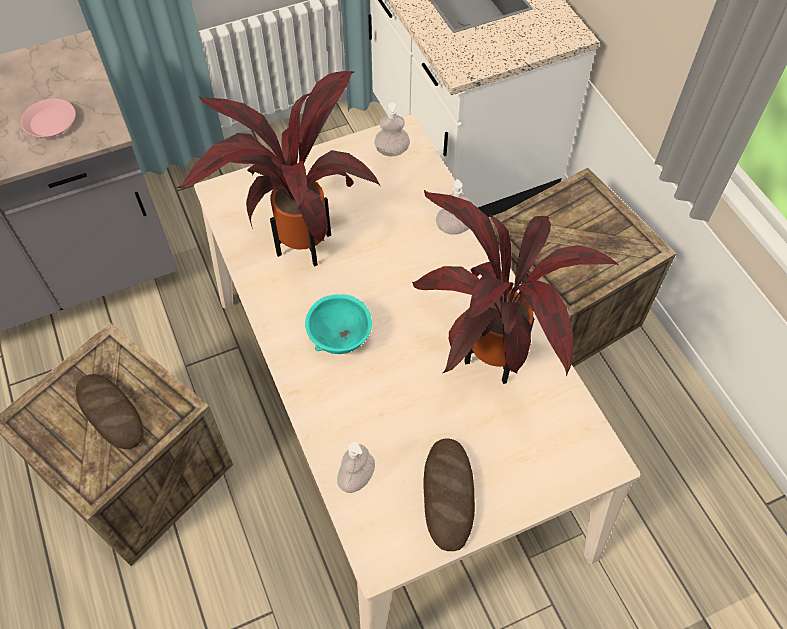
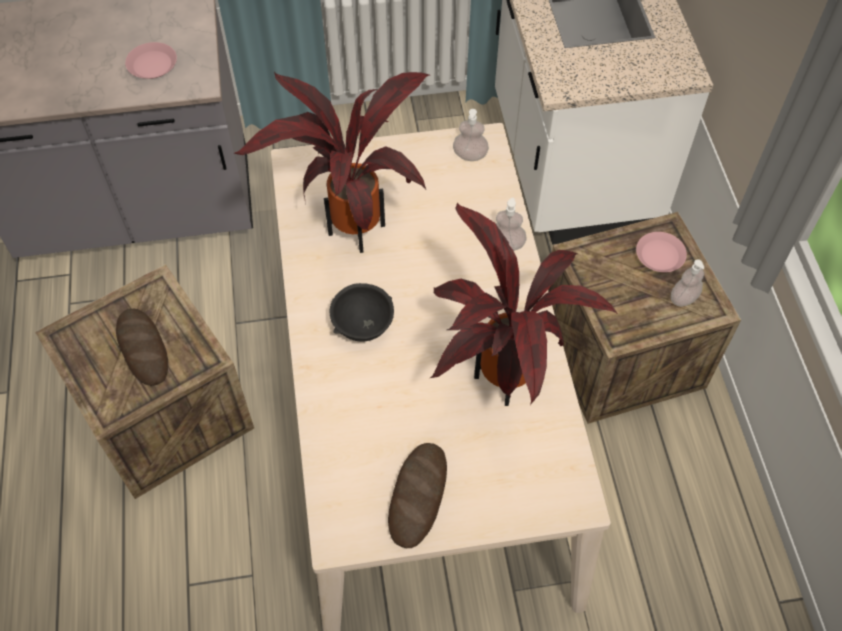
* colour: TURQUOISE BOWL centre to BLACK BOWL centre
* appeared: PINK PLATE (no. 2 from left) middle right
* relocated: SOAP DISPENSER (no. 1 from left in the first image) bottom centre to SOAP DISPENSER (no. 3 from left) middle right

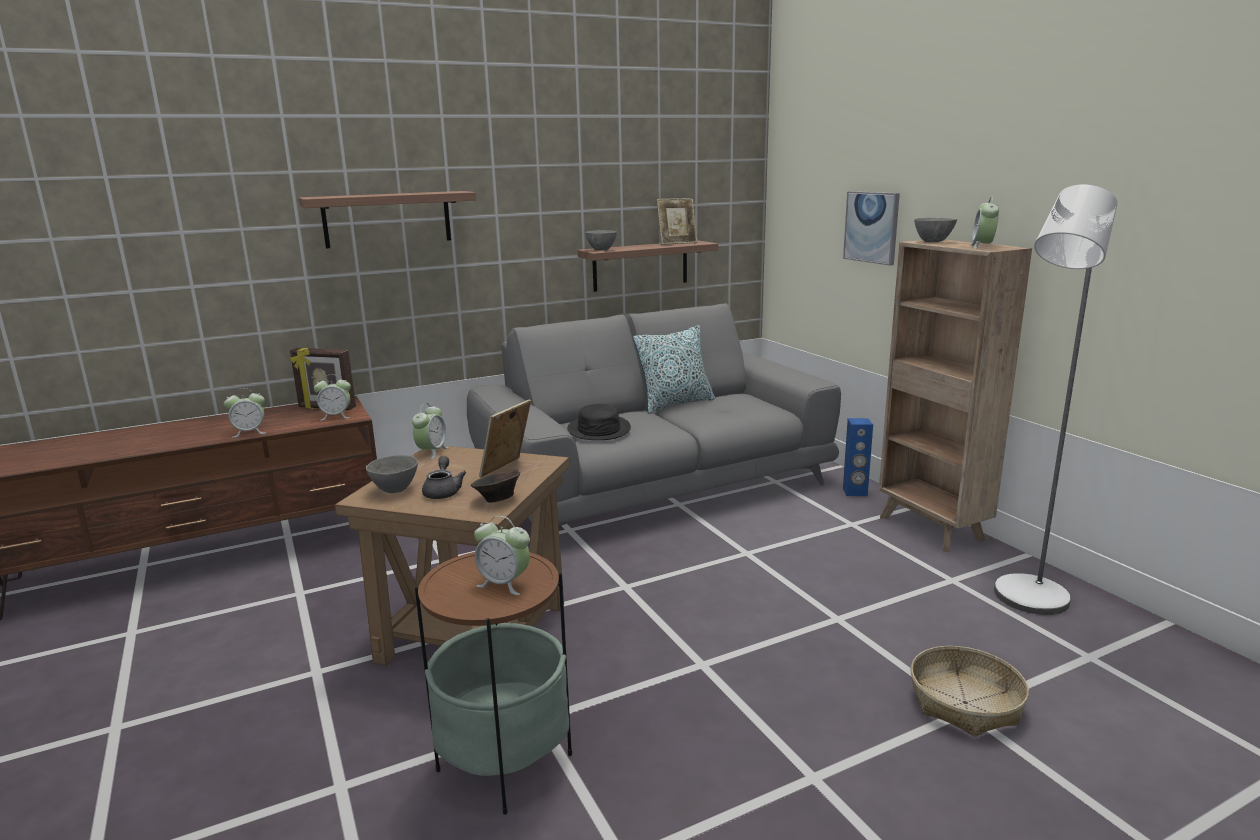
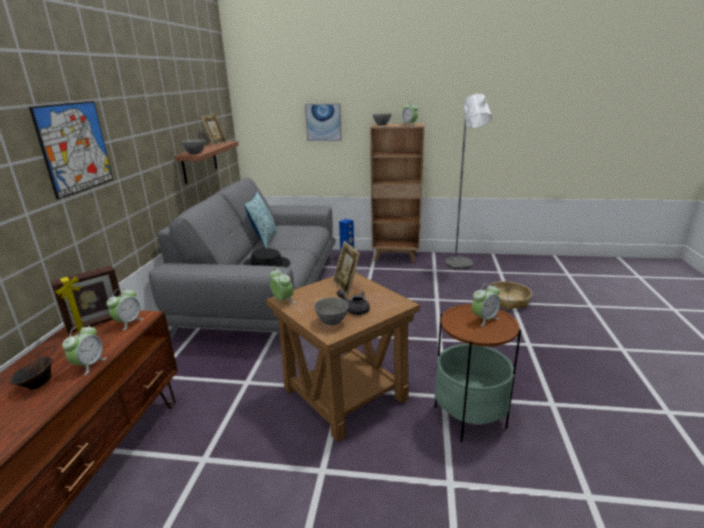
* relocated: BROWN BOWL centre to bottom left
* exchanged: SHELF (no. 1 from left) top left to PICTURE (no. 1 from left) top left

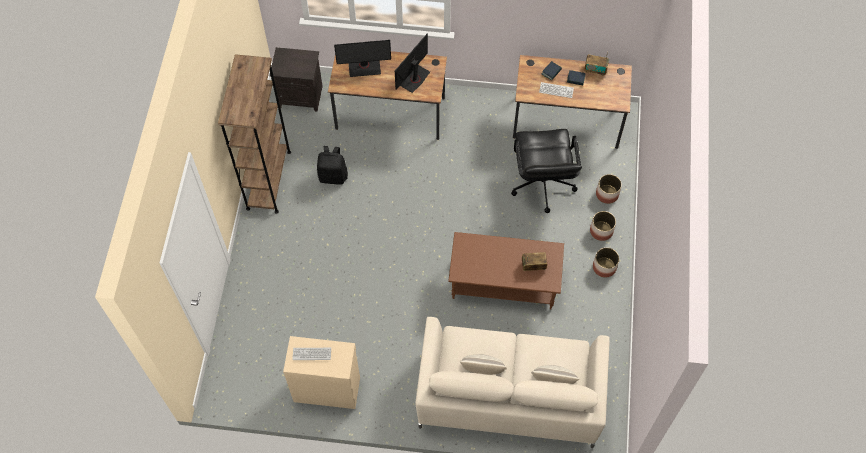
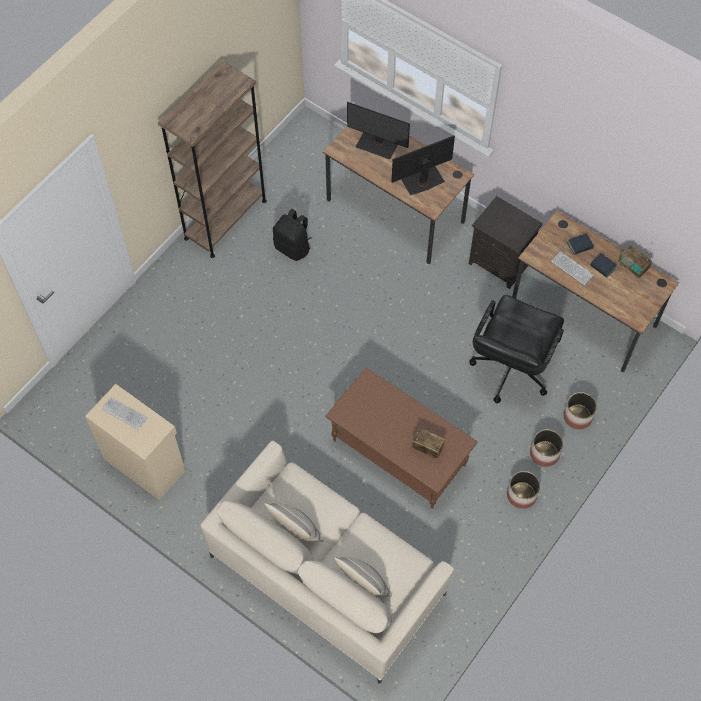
* relocated: BLACK NIGHTSTAND top centre to middle right

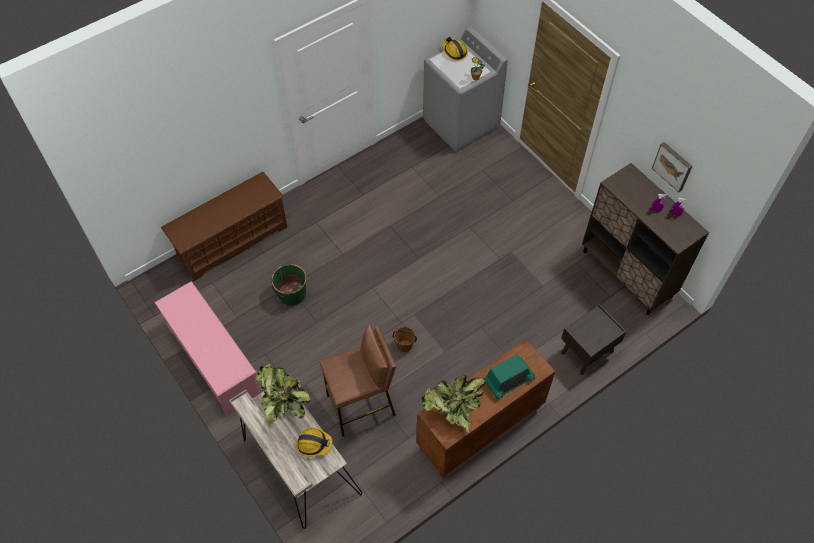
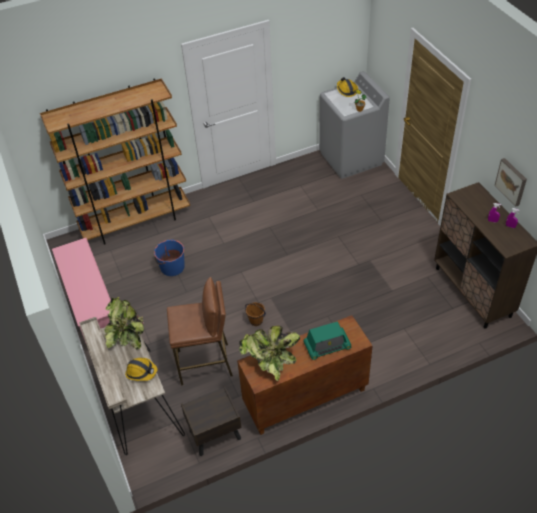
* exchanged: BROWN SHOE RACK middle left to BROWN BOOKCASE top left
* colour: GREEN BUCKET centre to BLUE BUCKET middle left
* relocated: BROWN NIGHTSTAND middle right to bottom centre

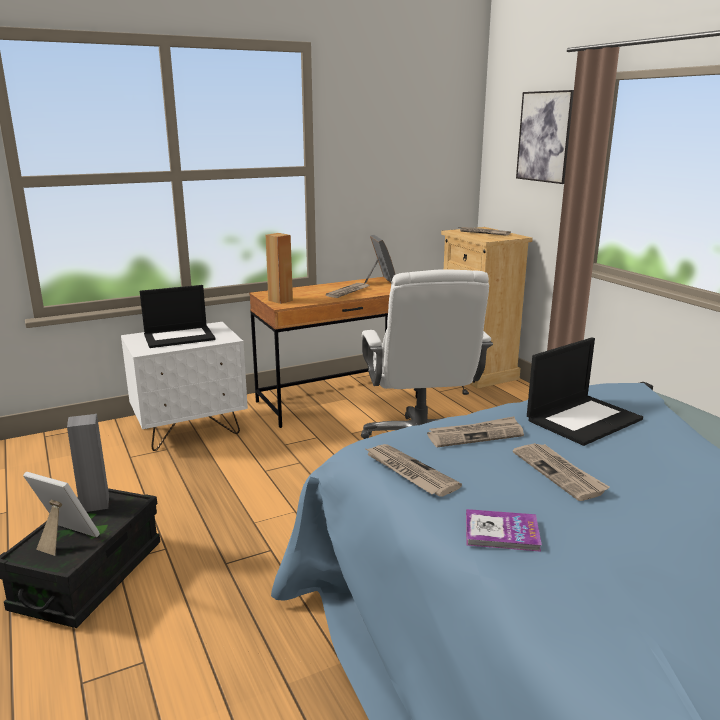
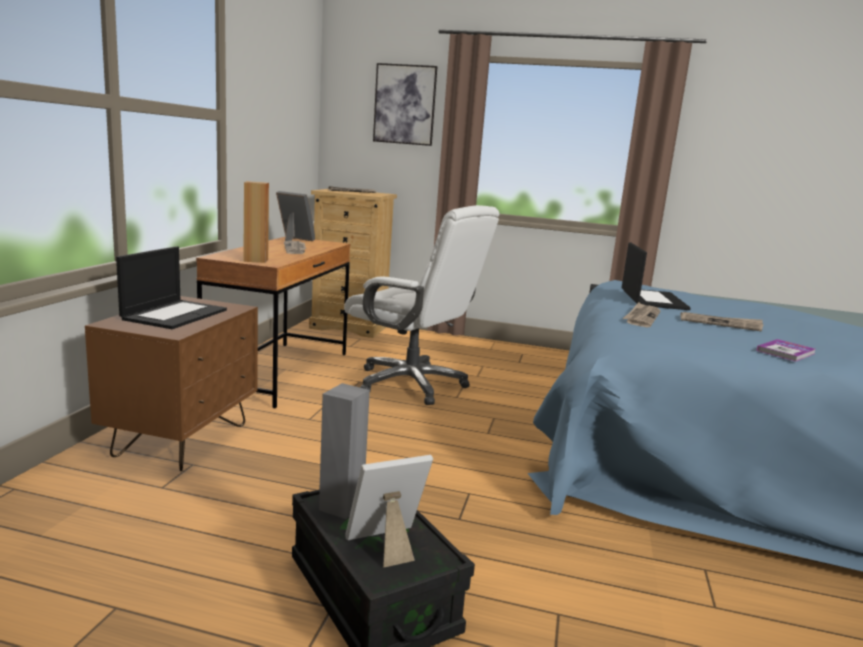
* colour: WHITE NIGHTSTAND middle left to BROWN NIGHTSTAND middle left
* missing: NEWSPAPER (no. 2 from left) centre

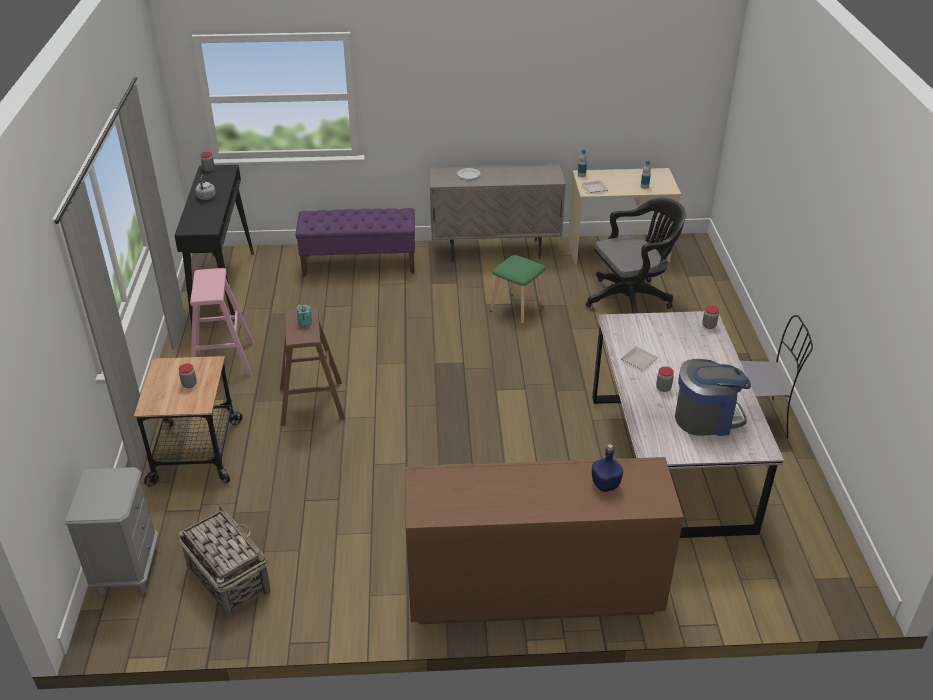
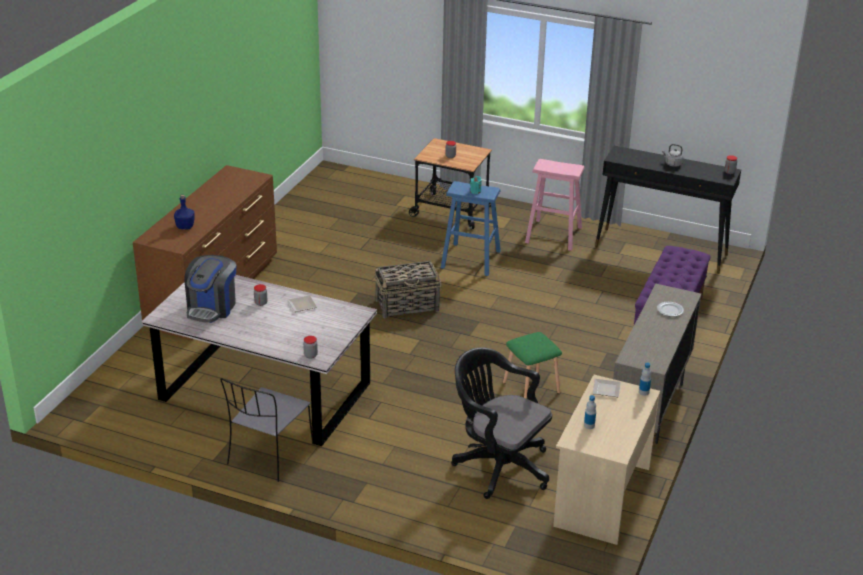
* relocated: BASKET bottom left to centre
* colour: BROWN STOOL centre to BLUE STOOL centre
* spun: BLACK OFFICE CHAIR middle right = bottom centre 120 degrees clockwise
* missing: GREY NIGHTSTAND bottom left

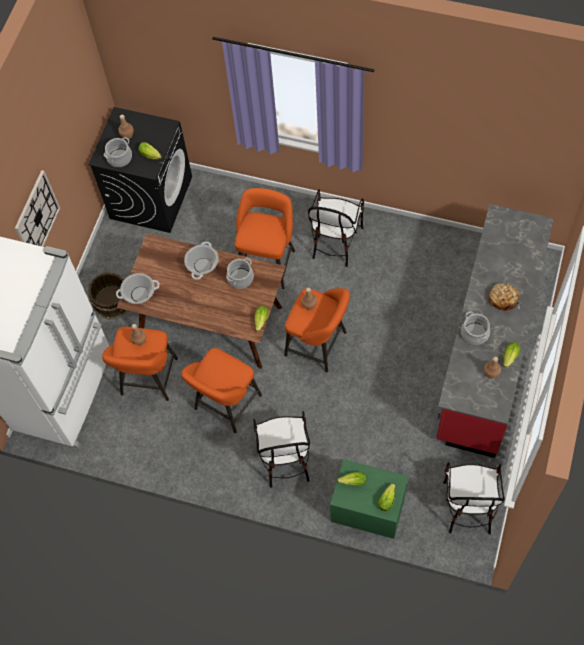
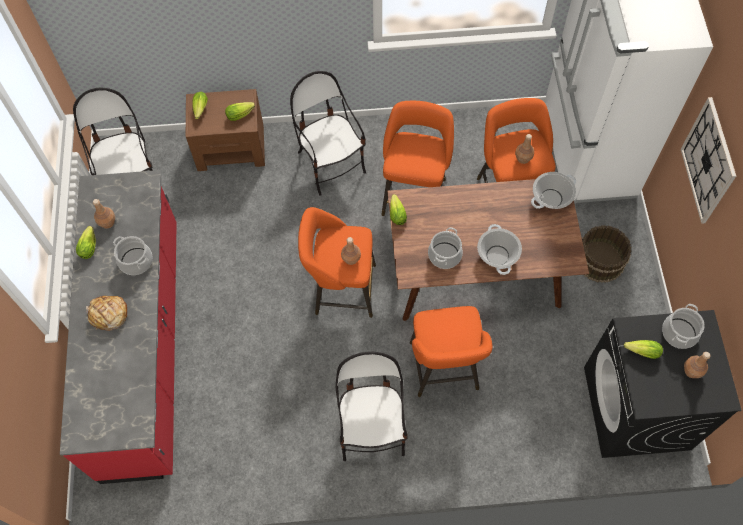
* colour: GREEN NIGHTSTAND bottom centre to BROWN NIGHTSTAND top left

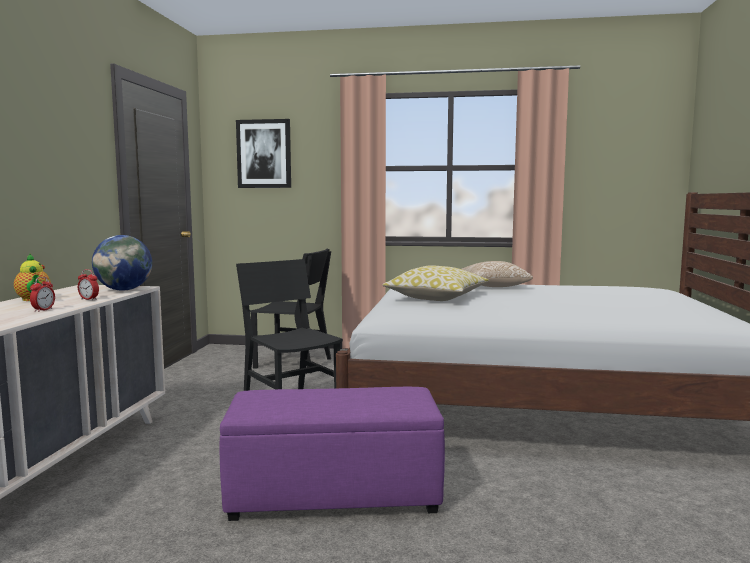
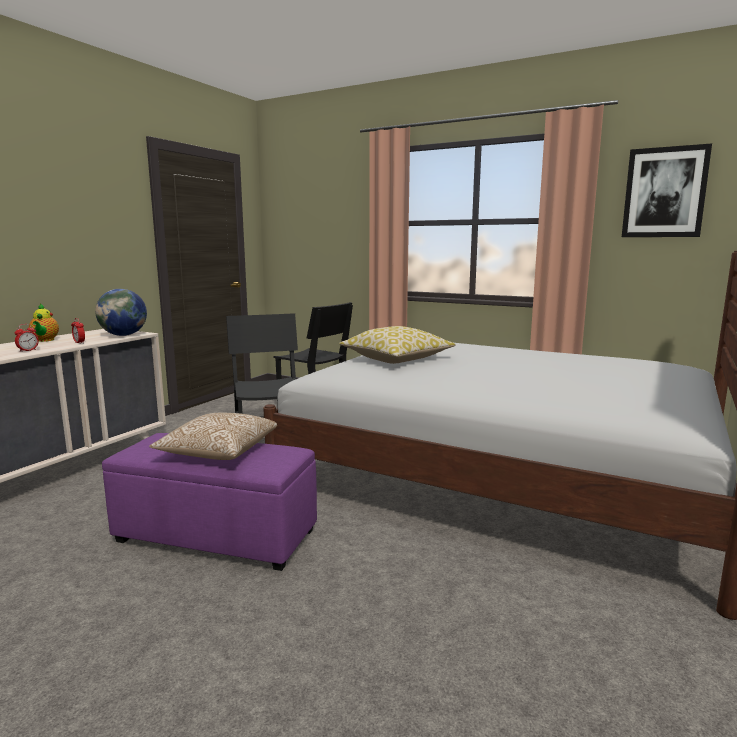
* relocated: PILLOW (no. 2 from left in the first image) centre to PILLOW (no. 1 from left) middle left
* relocated: PICTURE top centre to top right

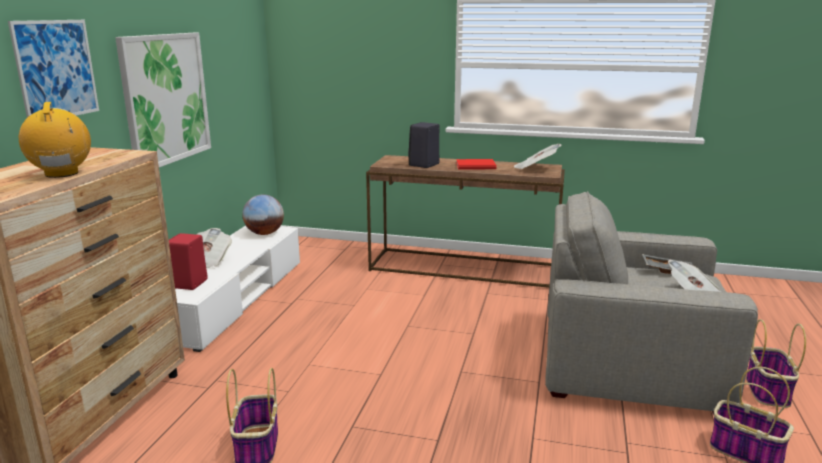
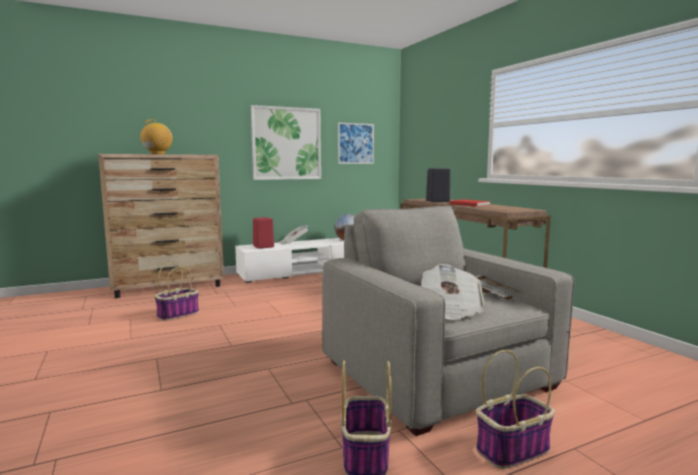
* relocated: PICTURE (no. 1 from left in the first image) top left to PICTURE (no. 2 from left) top centre
* missing: NEWSPAPER (no. 2 from left) centre

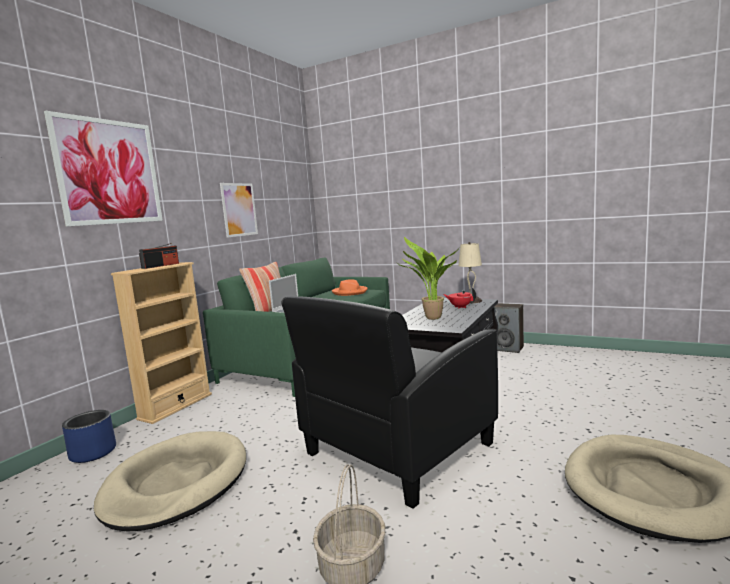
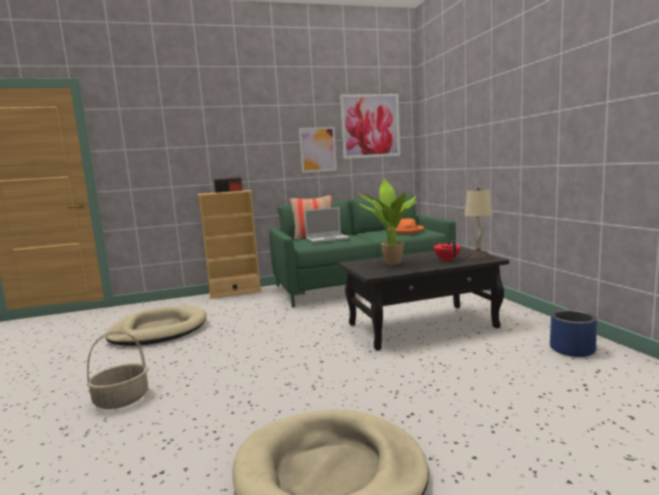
* relocated: PICTURE (no. 1 from left in the first image) top left to PICTURE (no. 2 from left) top centre
* relocated: BLUE PLANTER bottom left to bottom right
* missing: BLACK ARMCHAIR bottom centre
* missing: SPEAKER middle right

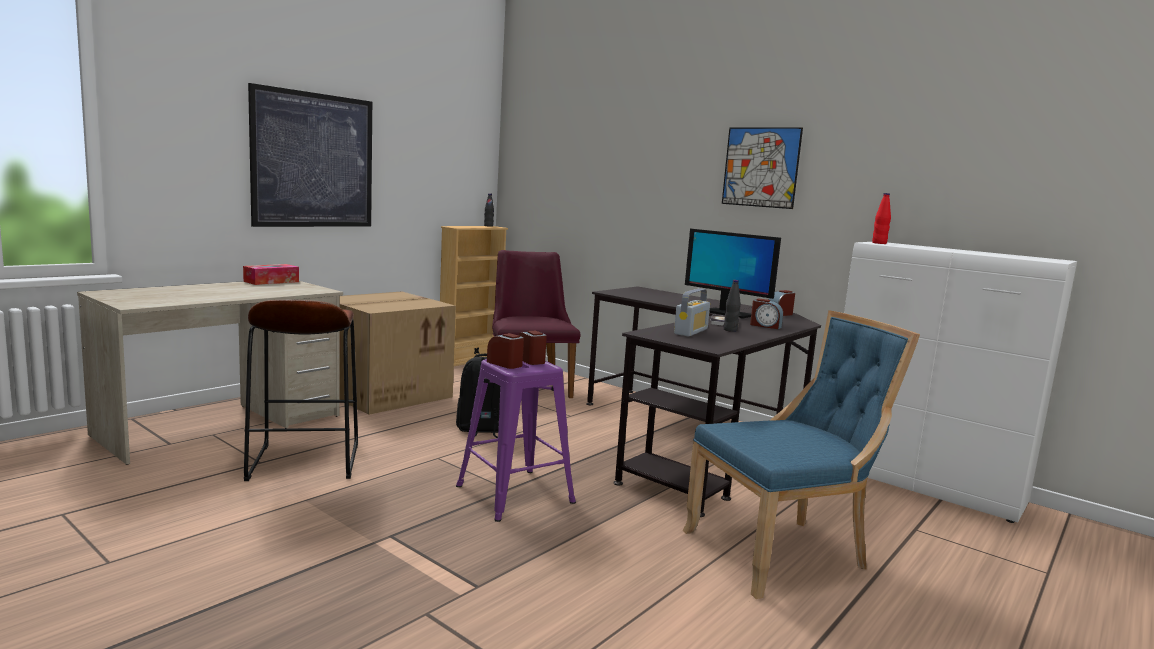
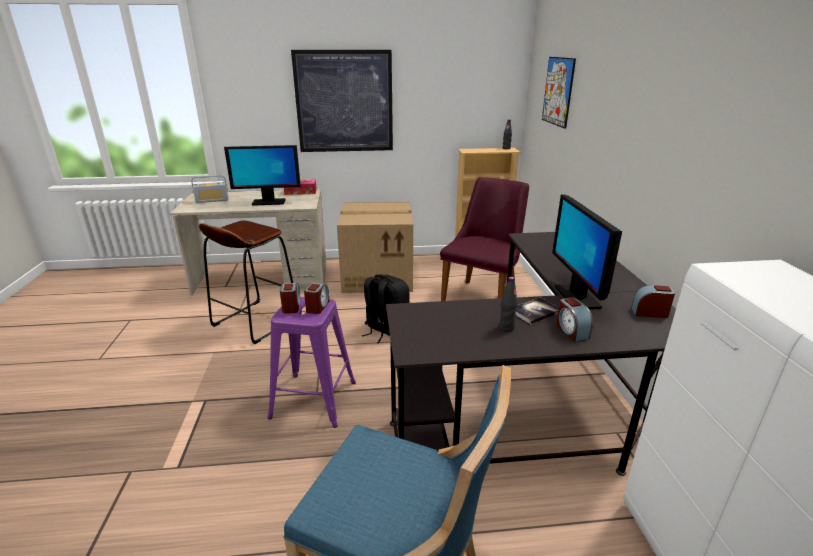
* relocated: RADIO centre to middle left
* appeared: MONITOR (no. 1 from left) top left
* relocated: PICTURE (no. 2 from left) top centre to top right
* missing: RED BOTTLE middle right

